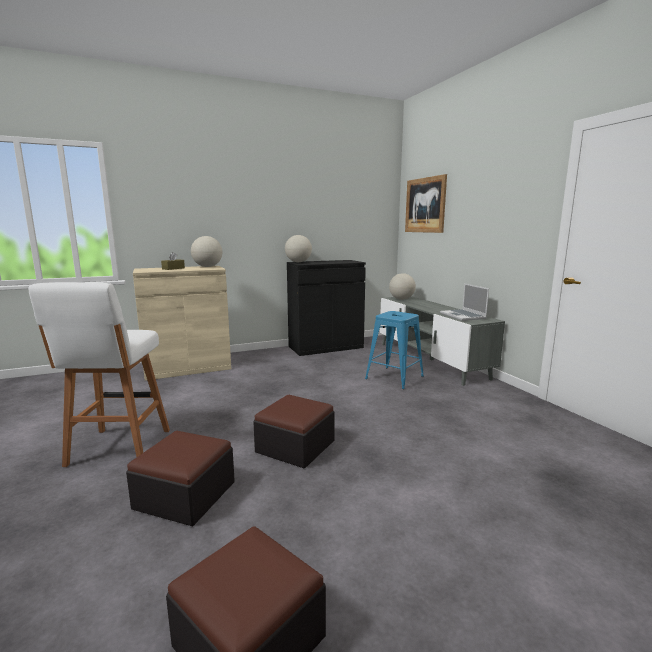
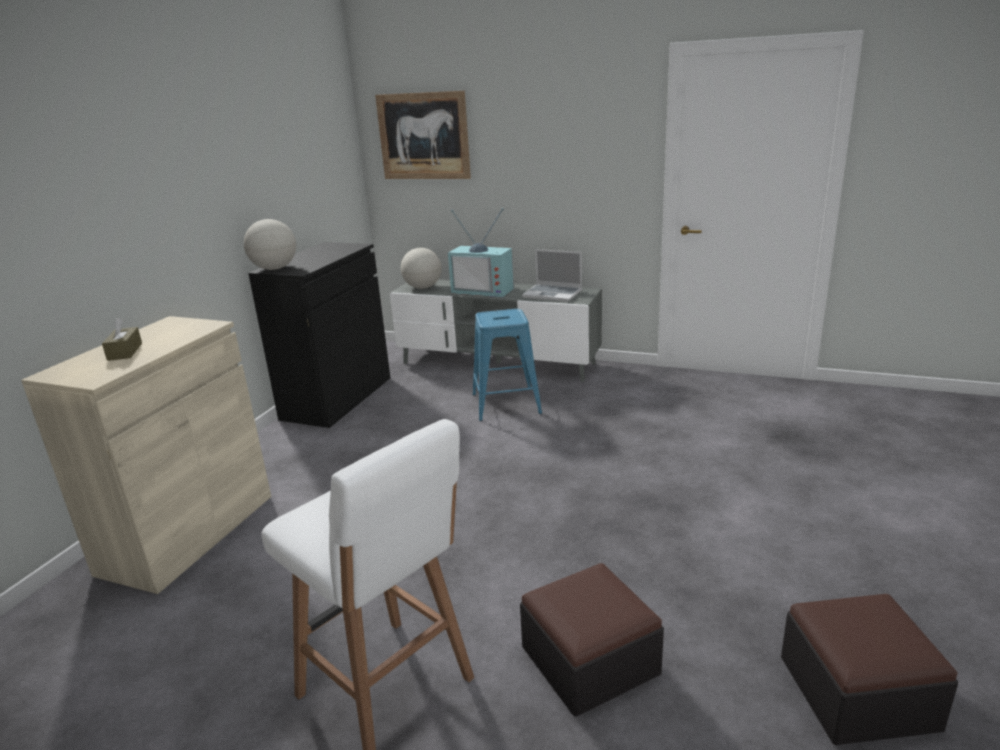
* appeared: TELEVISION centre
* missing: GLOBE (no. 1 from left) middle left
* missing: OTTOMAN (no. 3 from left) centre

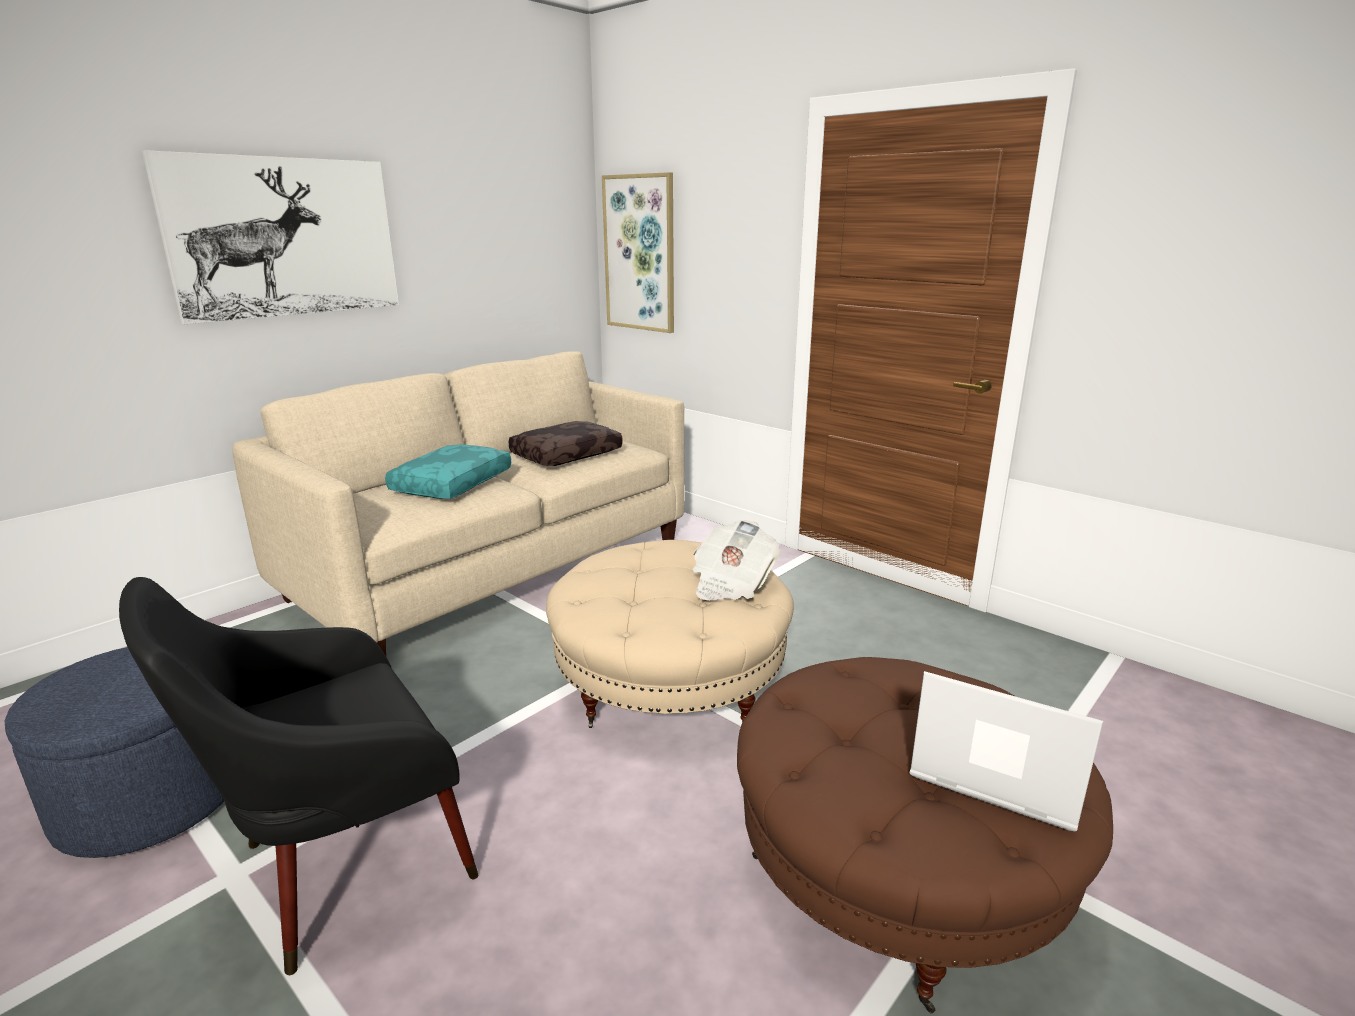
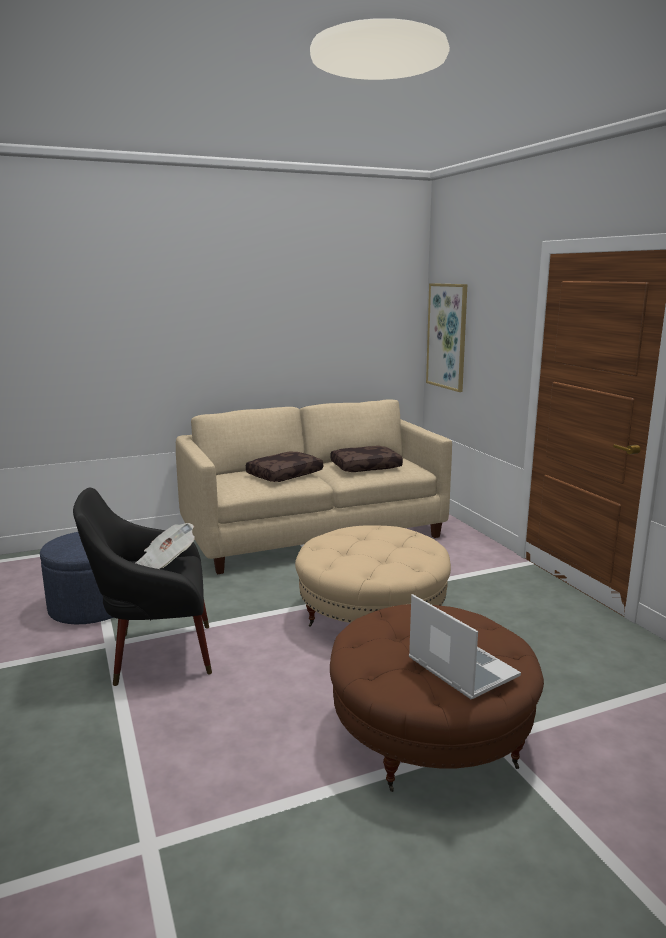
* relocated: NEWSPAPER centre to middle left
* colour: TURQUOISE PILLOW middle left to BROWN PILLOW (no. 1 from left) centre
* missing: PICTURE (no. 1 from left) top left

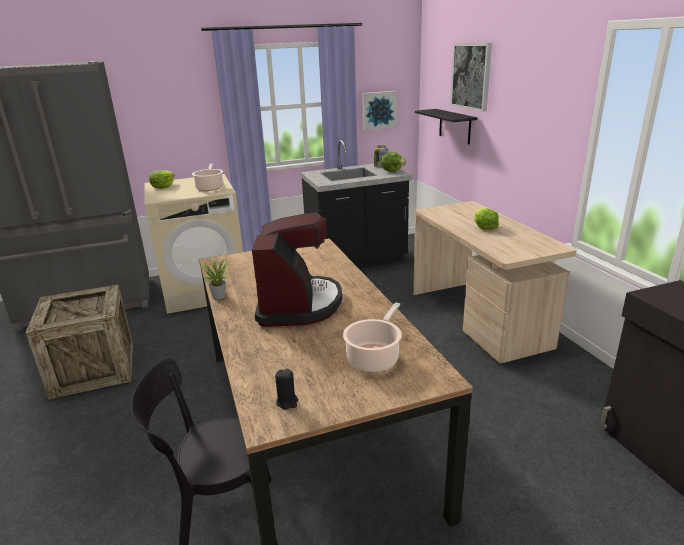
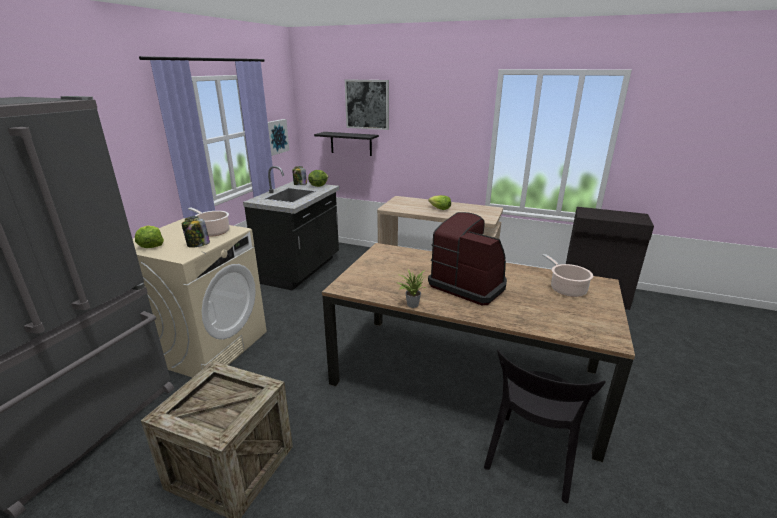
* appeared: JAR (no. 1 from left) middle left
* missing: BLACK CANDLE bottom centre

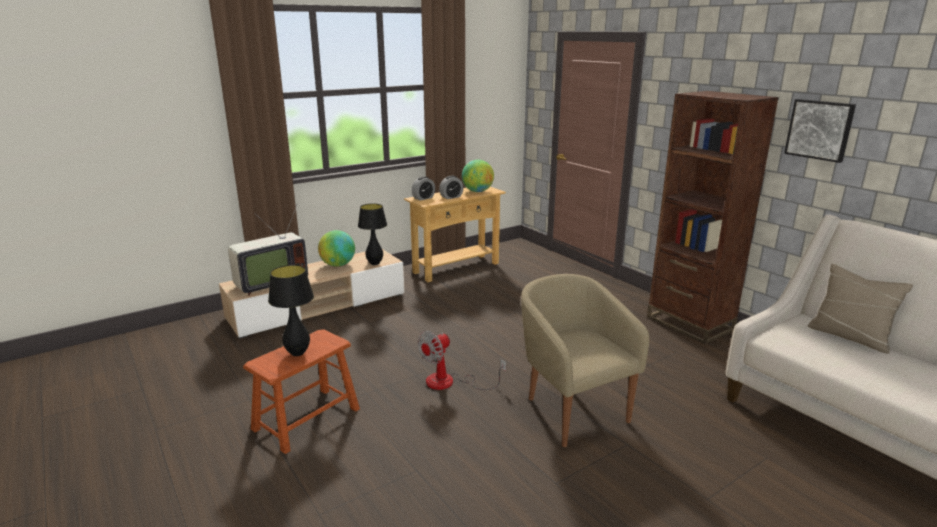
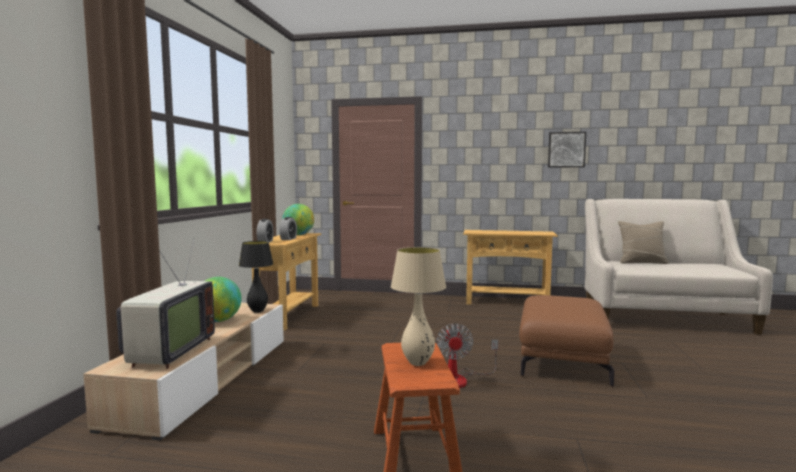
* colour: BLACK TABLE LAMP (no. 1 from left) middle left to BEIGE TABLE LAMP centre
* exchanged: BROWN BOOKCASE middle right to BEIGE CONSOLE TABLE (no. 2 from left) centre
* exchanged: BEIGE ARMCHAIR bottom centre to BROWN OTTOMAN bottom right

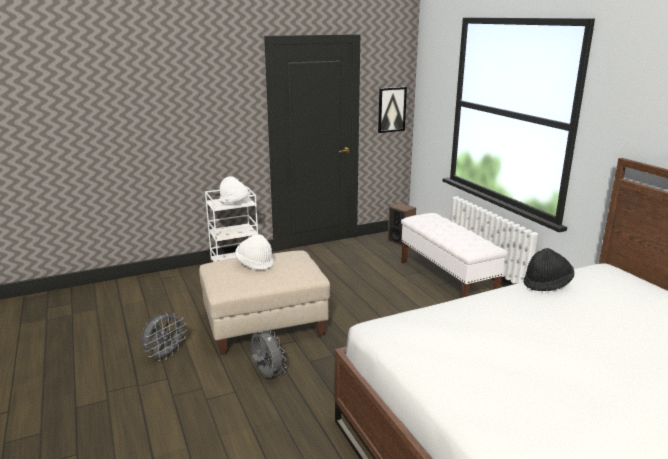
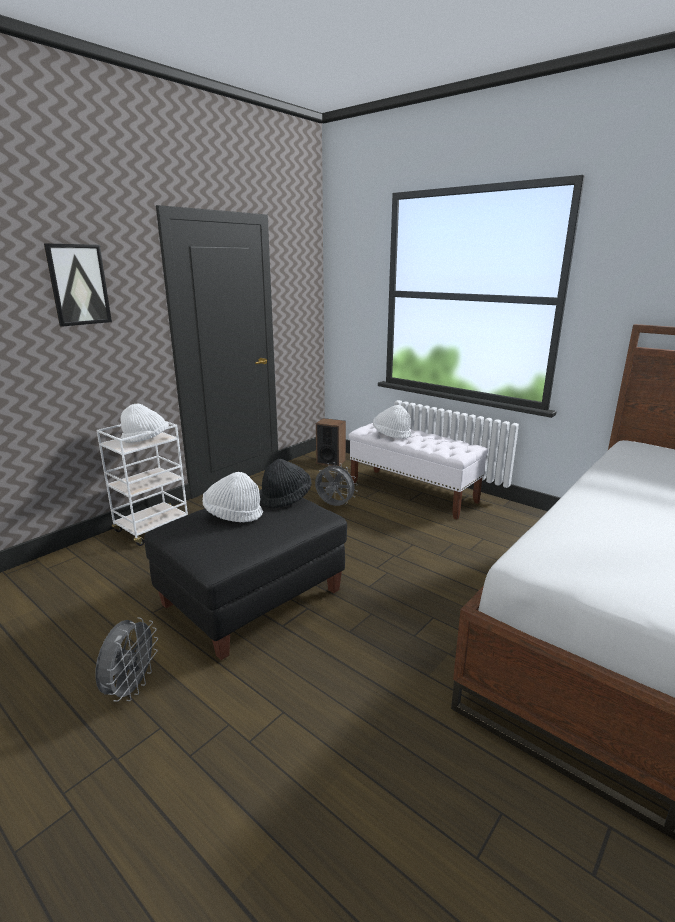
* relocated: PICTURE top centre to top left
* colour: BEIGE OTTOMAN centre to BLACK OTTOMAN centre
* relocated: BLACK HAT middle right to centre
* relocated: GREY FAN (no. 2 from left) bottom centre to centre
* appeared: WHITE HAT (no. 3 from left) centre

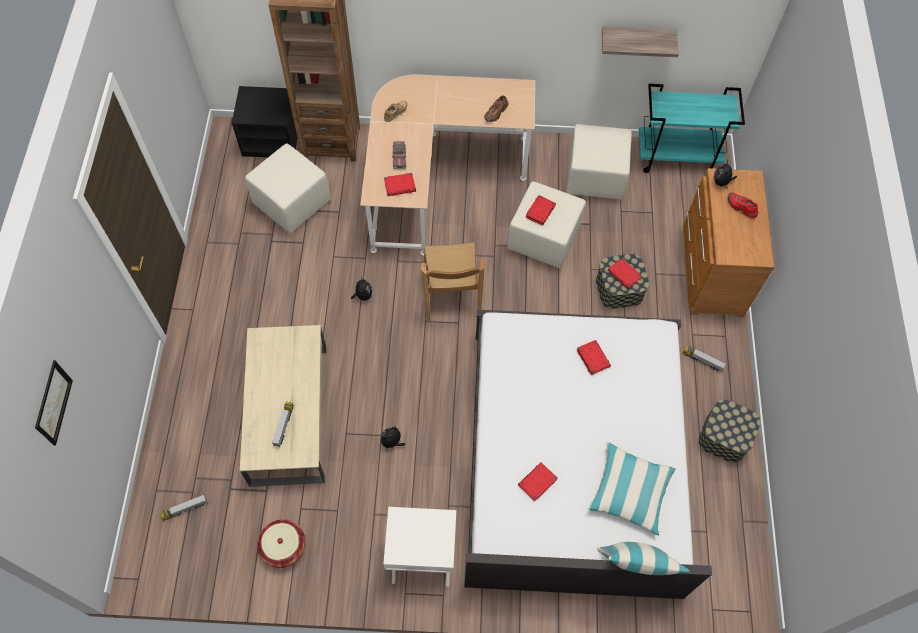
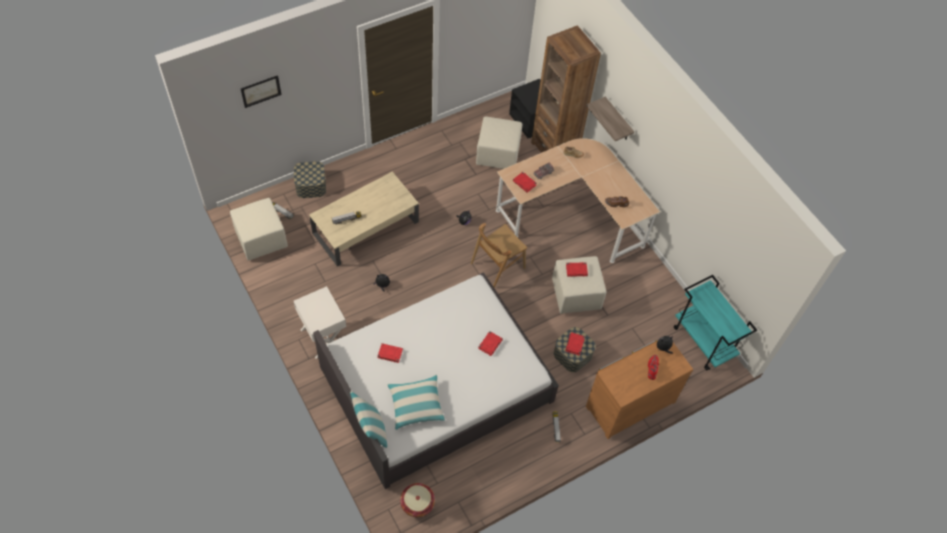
* relocated: BEIGE OTTOMAN (no. 3 from left in the first image) top centre to BEIGE OTTOMAN (no. 1 from left) middle left
* relocated: STORAGE BOX (no. 2 from left in the first image) bottom right to STORAGE BOX (no. 1 from left) middle left
* relocated: BASKET bottom left to bottom centre
* relocated: SHELF top right to top centre

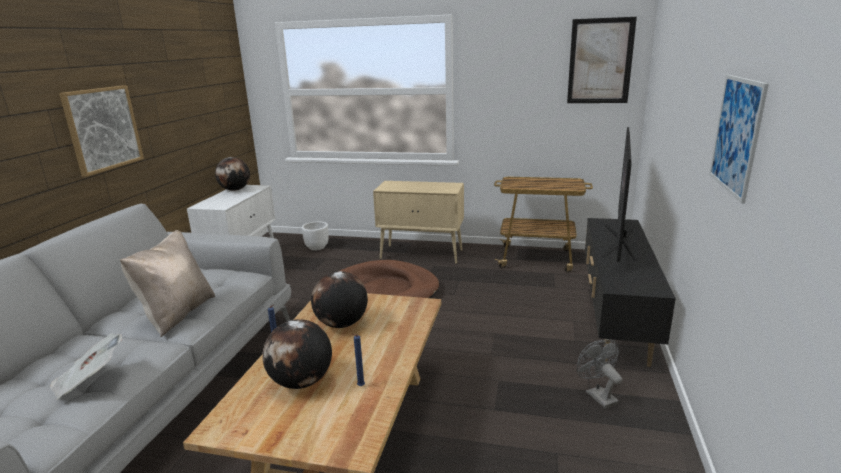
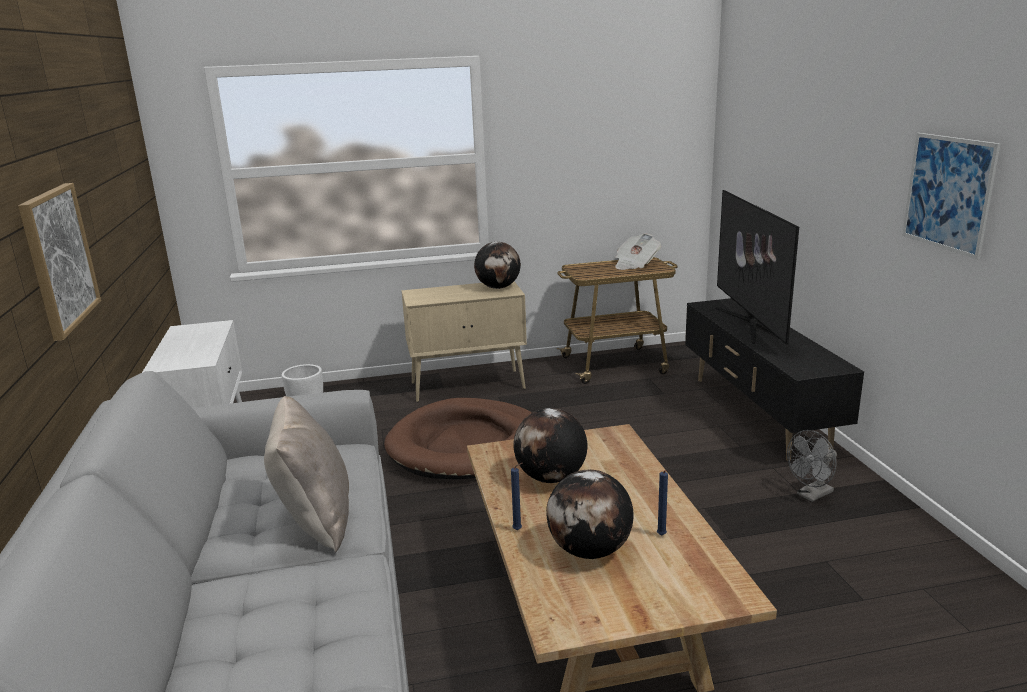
* relocated: GLOBE (no. 1 from left) middle left to centre
* relocated: NEWSPAPER bottom left to centre
* spun: GREY FAN bottom right = bottom right 75 degrees counterclockwise
* missing: PICTURE (no. 2 from left) top right

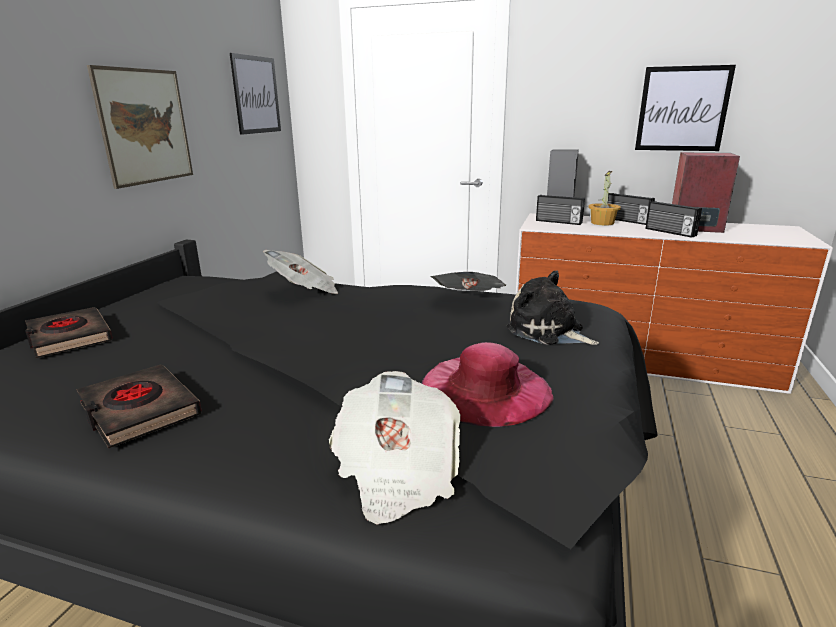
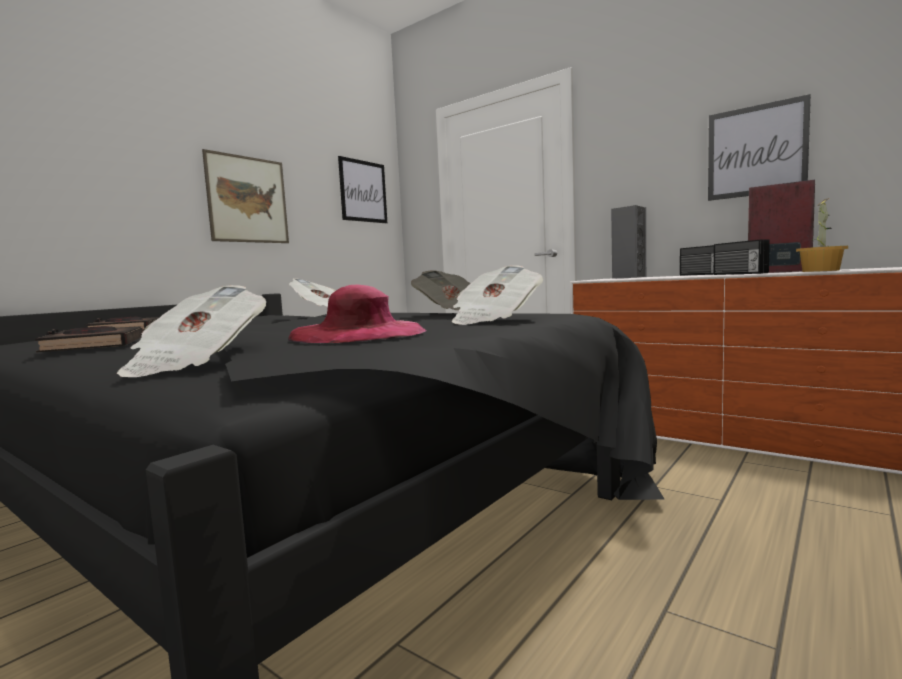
* exchanged: PLUSH TOY centre to NEWSPAPER (no. 4 from left) centre
* relocated: POTTED PLANT top right to middle right
* missing: RADIO (no. 1 from left) middle right

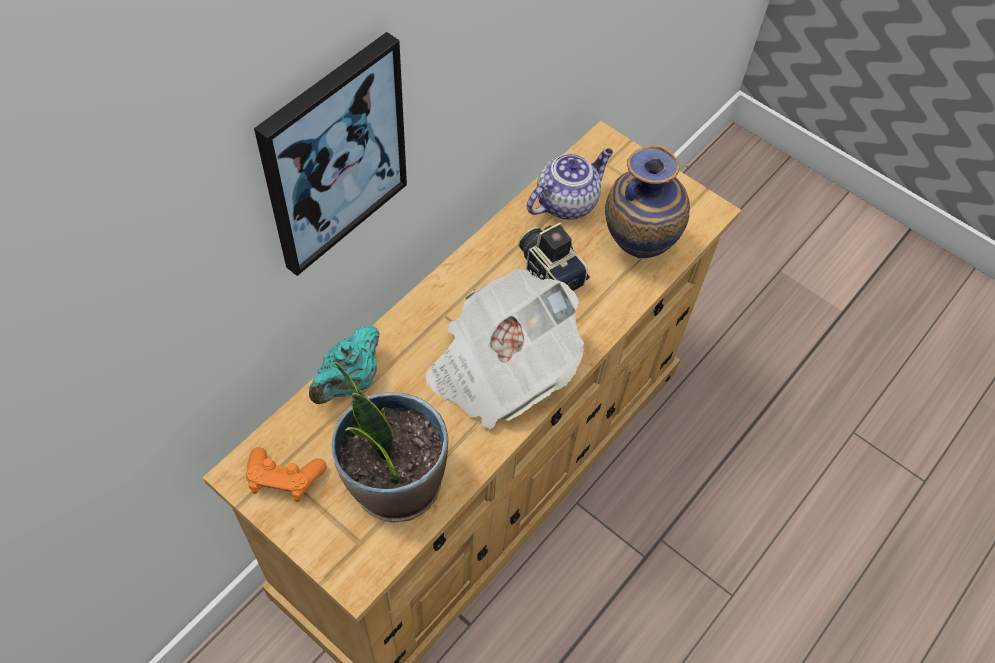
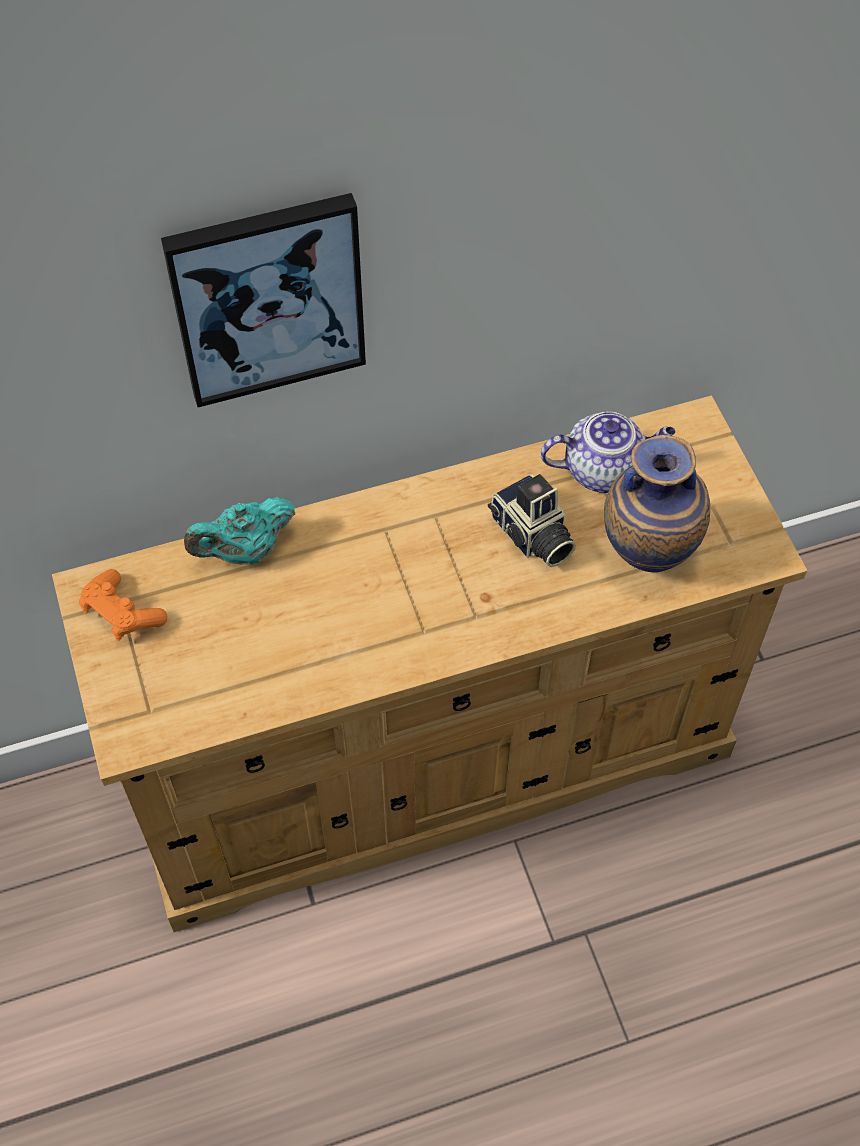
* spun: PHOTO CAMERA centre = centre 150 degrees clockwise
* missing: POTTED PLANT bottom centre
* missing: NEWSPAPER centre

